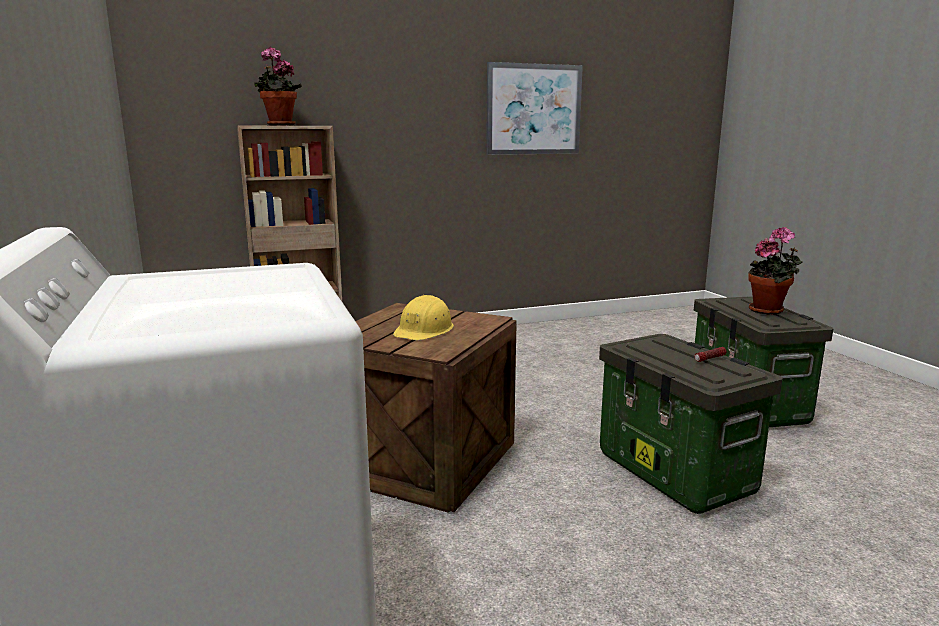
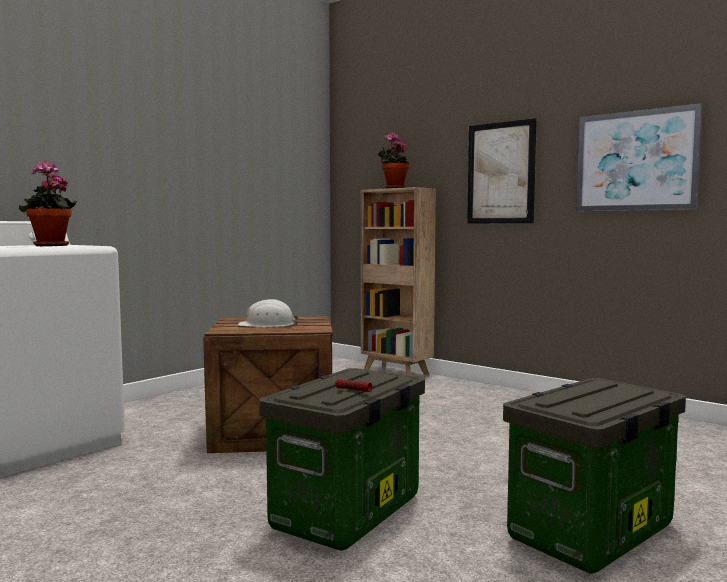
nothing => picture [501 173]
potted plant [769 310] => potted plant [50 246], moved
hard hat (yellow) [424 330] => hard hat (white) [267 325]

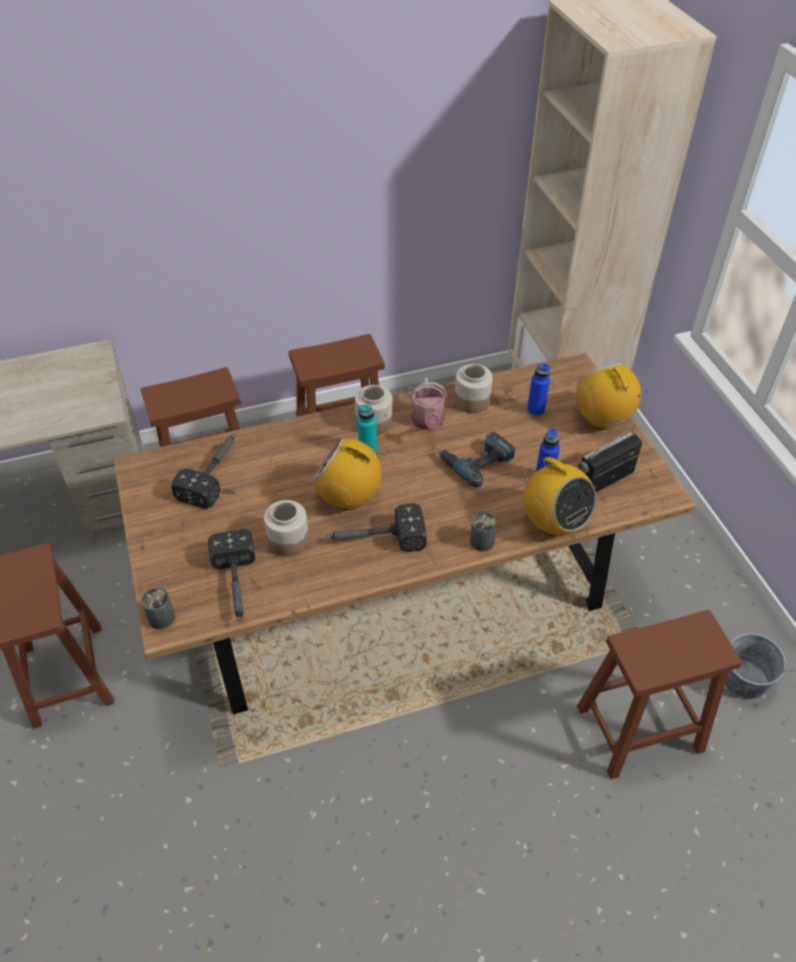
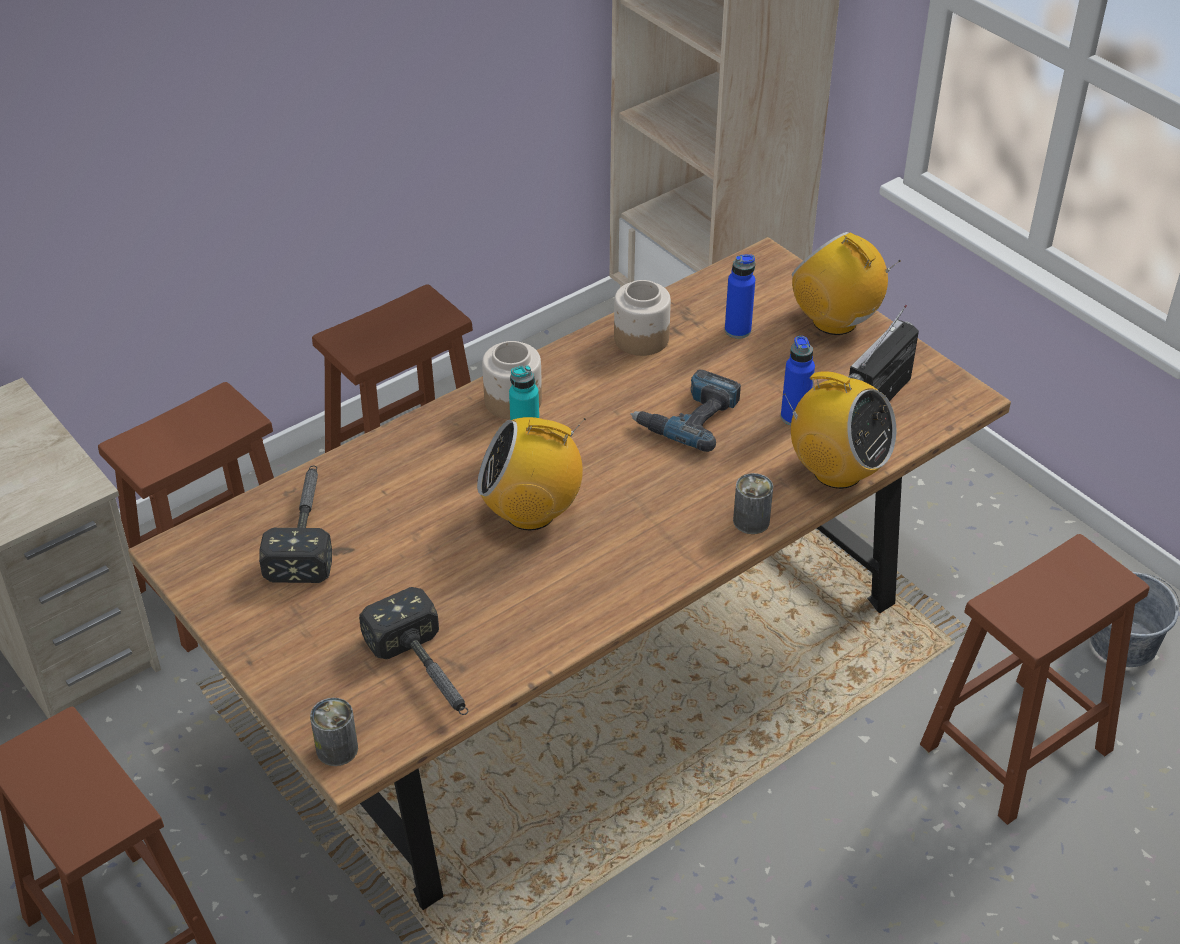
jar [288 540] => nothing
hammer [375 539] => nothing
watering can [428 422] => nothing

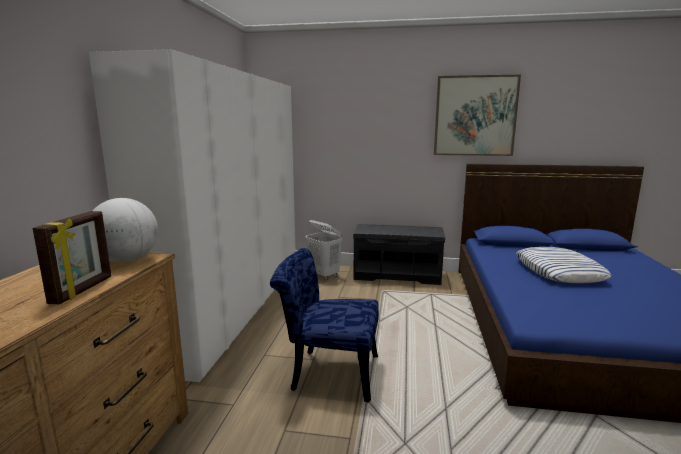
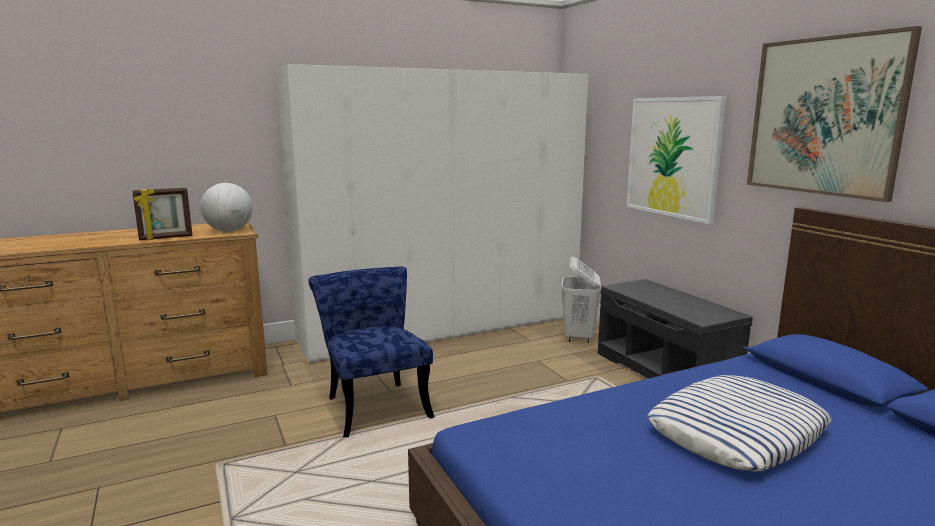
nothing => picture [673 157]

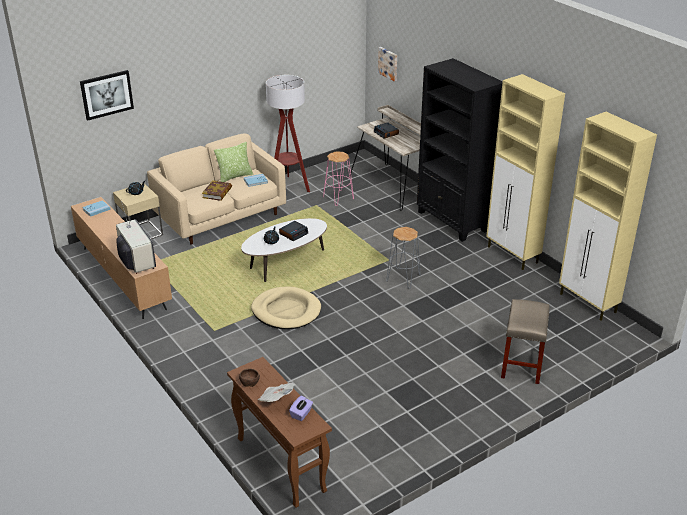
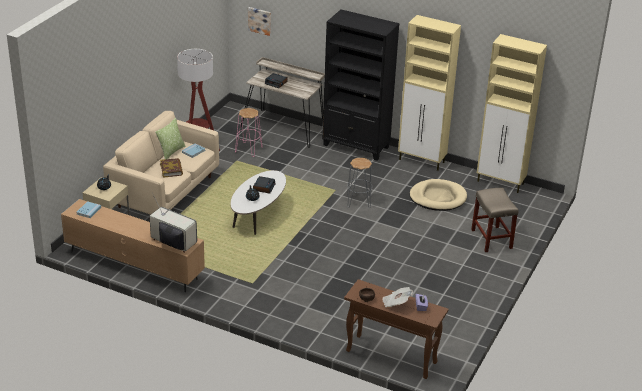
picture [107 94] => nothing
dog bed (beige) [286 311] => dog bed (beige) [438 197], moved

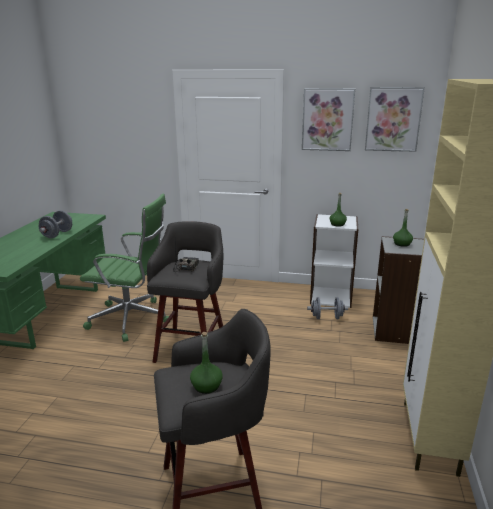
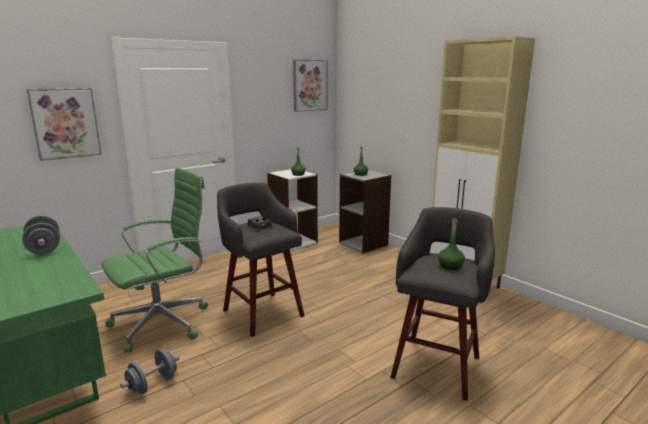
picture [327 119] => picture [65 123], moved
dumbbell (grey) [327 317] => dumbbell (grey) [152 384], moved

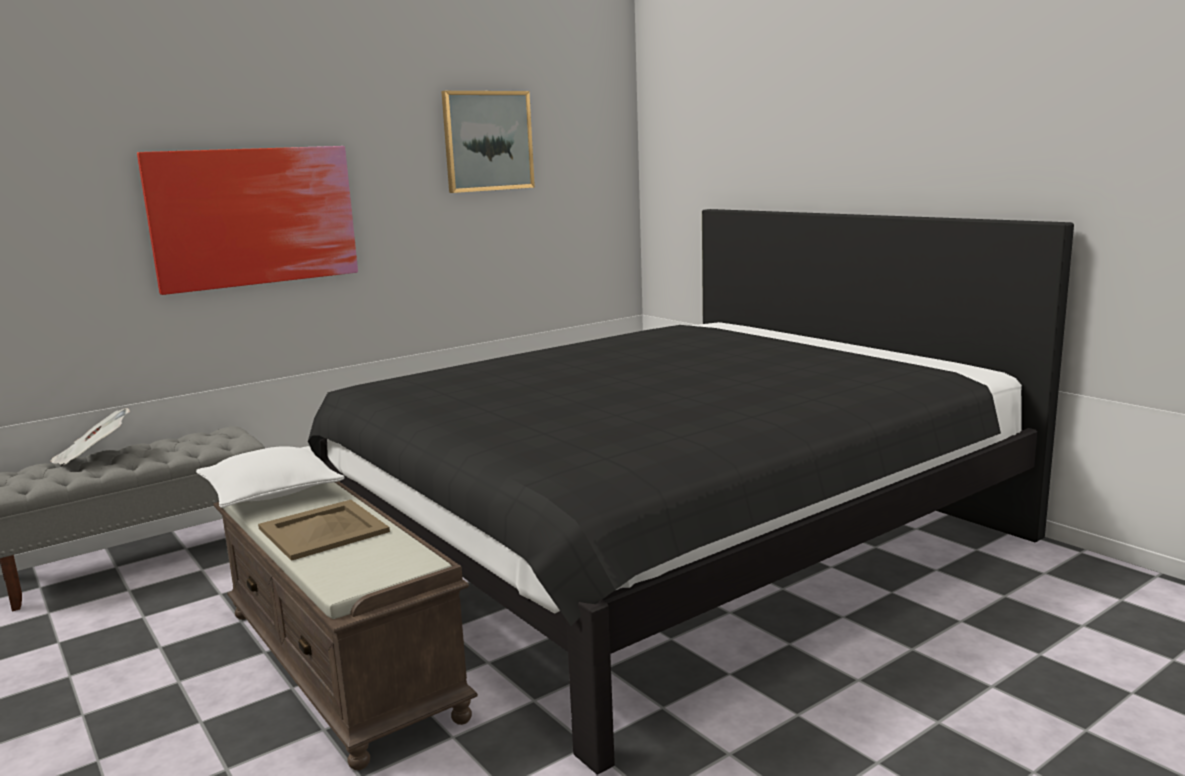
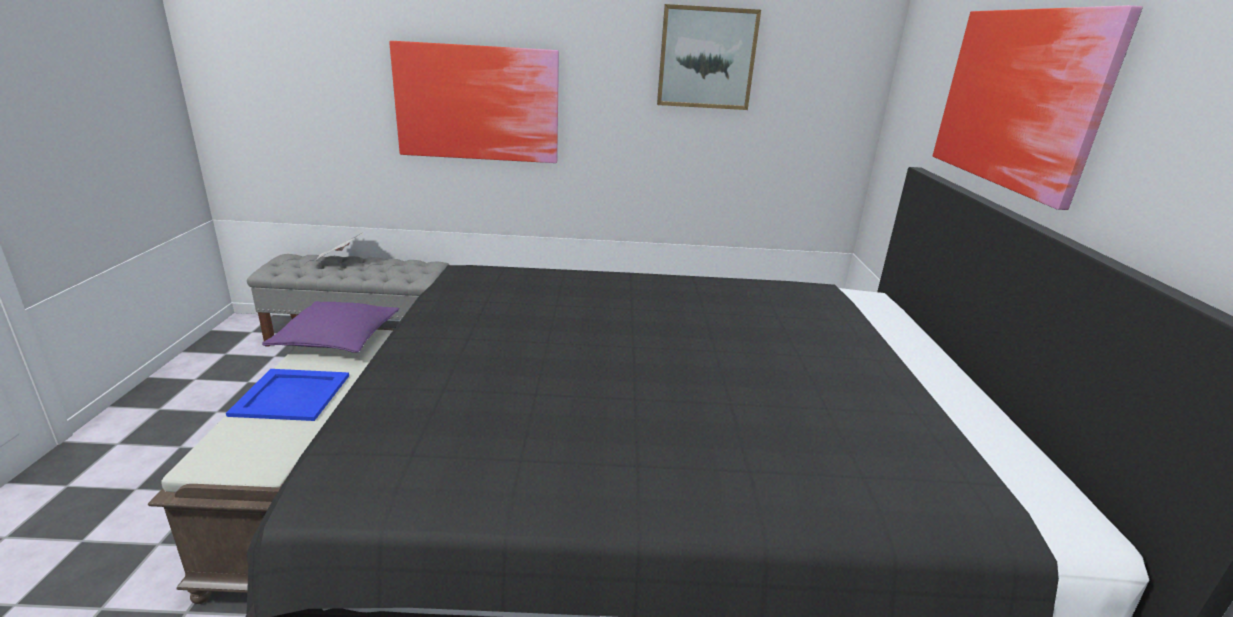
nothing => picture [1019 99]
pillow (white) [271 492] => pillow (purple) [337 338]
tray (beige) [324 529] => tray (blue) [292 394]

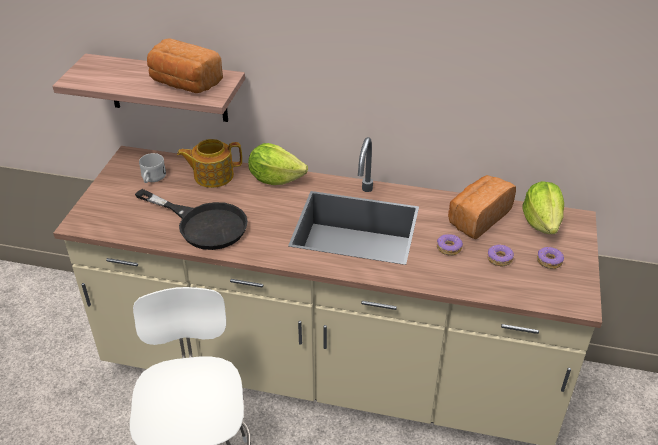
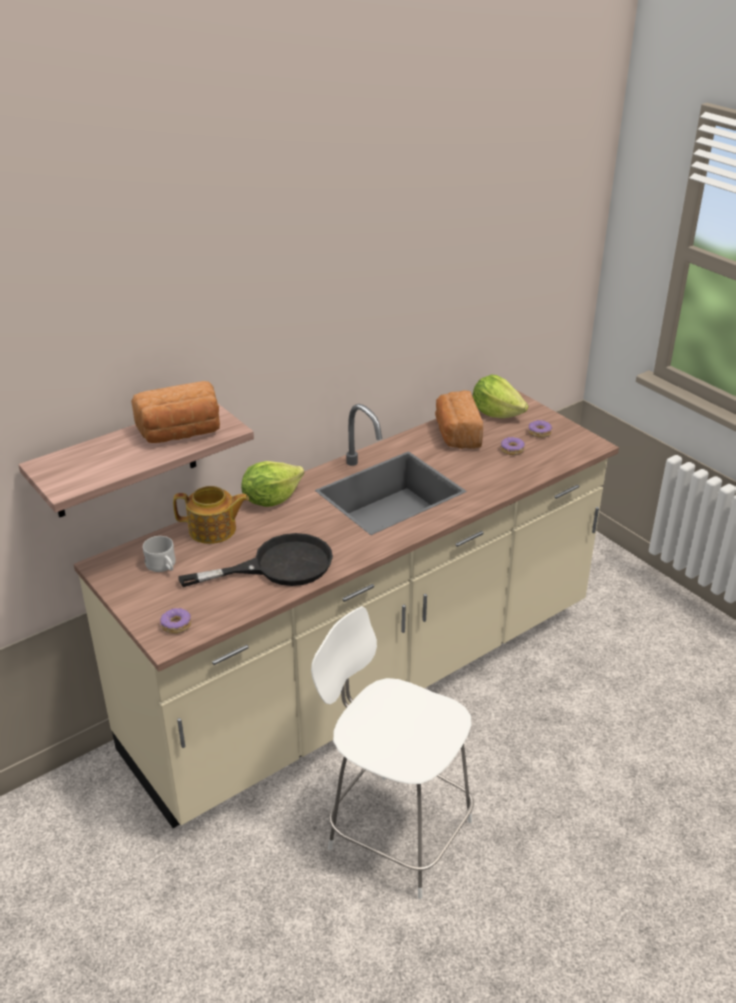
donut [448 248] => donut [176 625], moved
teapot [212 175] => teapot [213 530], 120 degrees counterclockwise

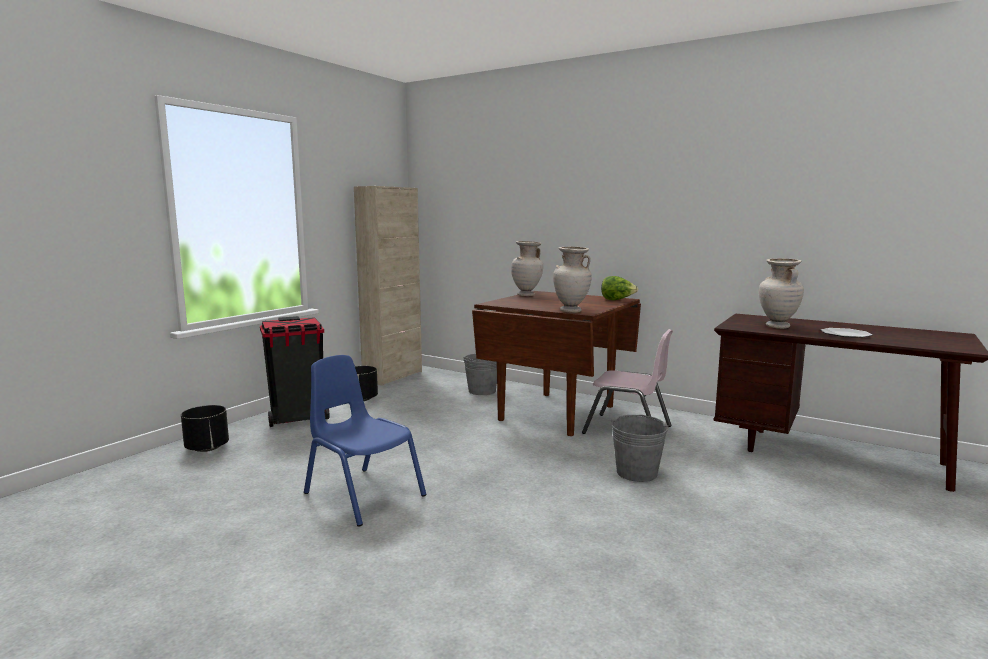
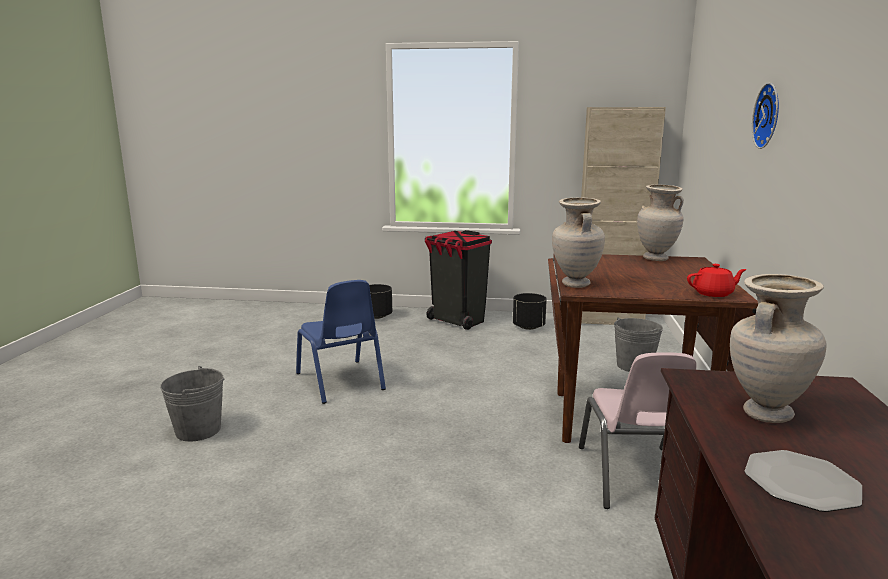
nothing => wall clock [770 116]
bucket (grey) [636 473] => bucket (grey) [198 430], moved
lettuce [617 300] => teapot (red) [713 293]
chair (blue) [363 494] => chair (blue) [340 381], 135 degrees clockwise

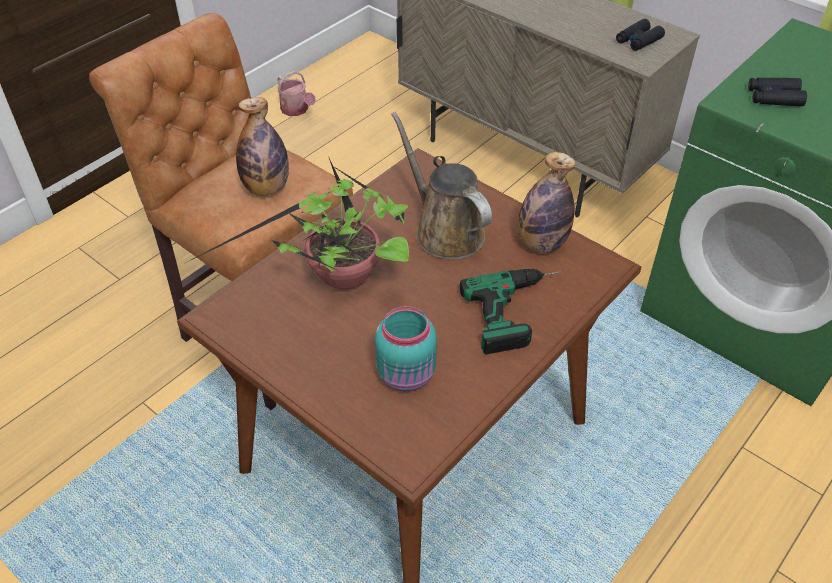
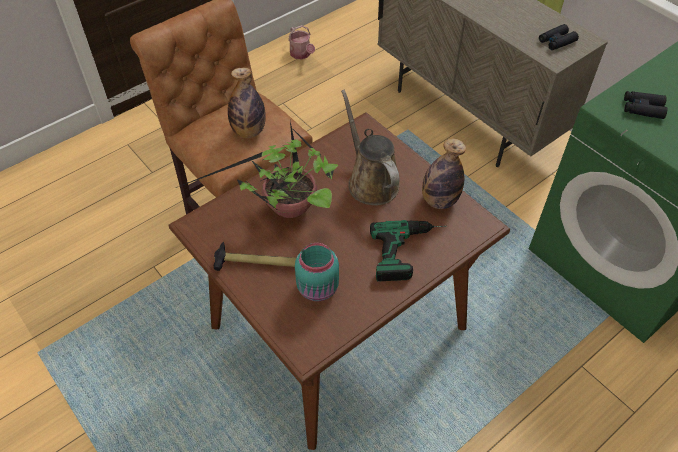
nothing => hammer [256 262]

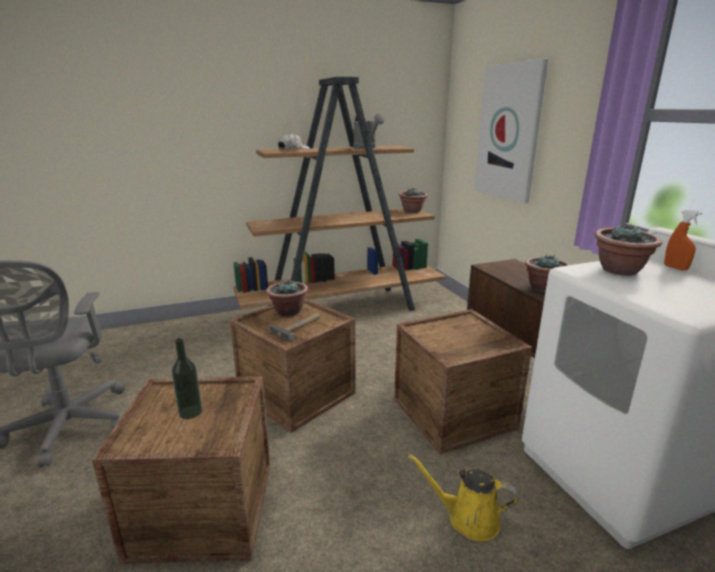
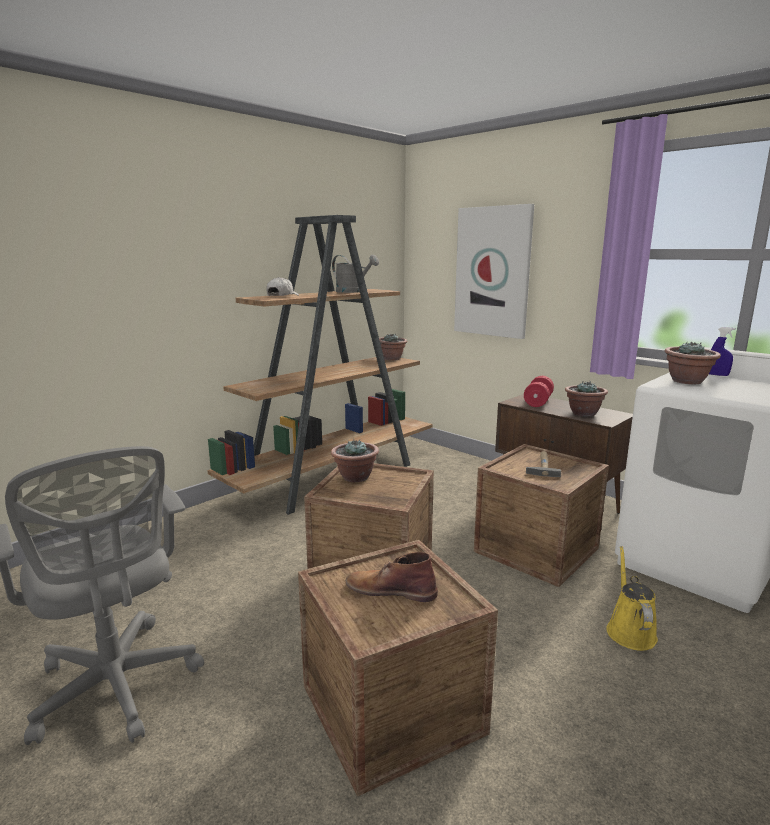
nothing => dumbbell (red) [538 402]
hammer [298 326] => hammer [542 465], moved
bottle [190 412] => boot (brown) [390 589]
spray bottle (orange) [675 268] => spray bottle (blue) [717 375]
watering can (yellow) [468 518] => watering can (yellow) [629 630], 105 degrees clockwise

